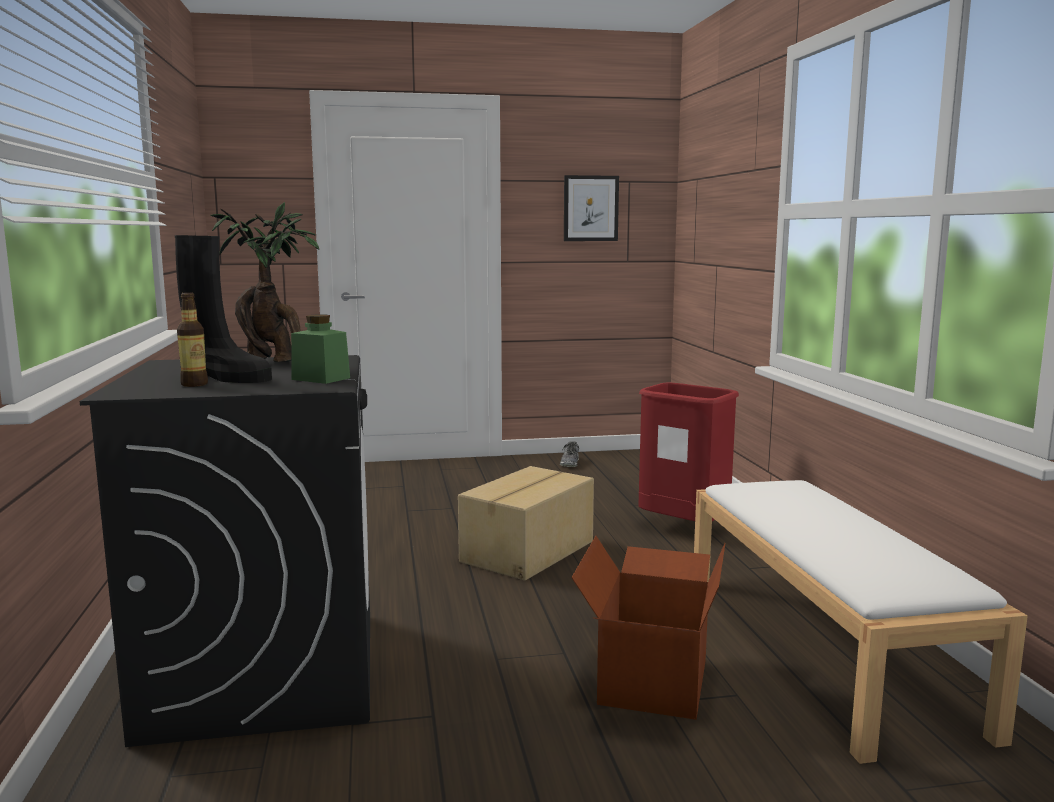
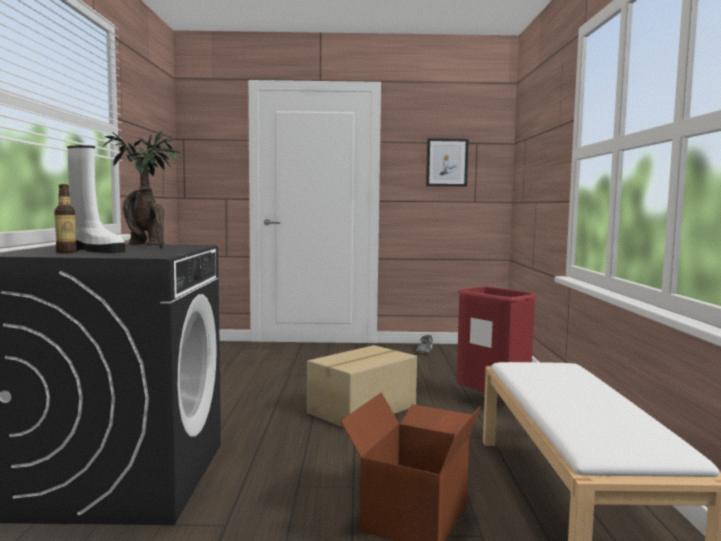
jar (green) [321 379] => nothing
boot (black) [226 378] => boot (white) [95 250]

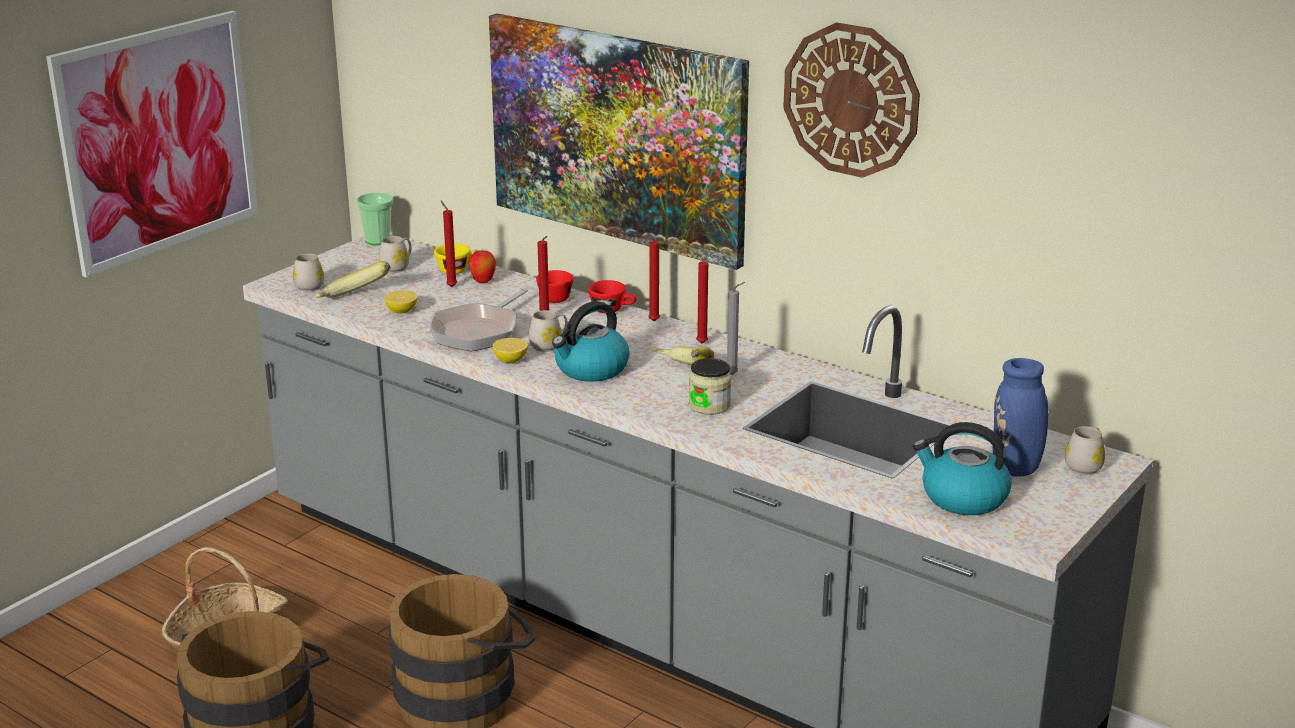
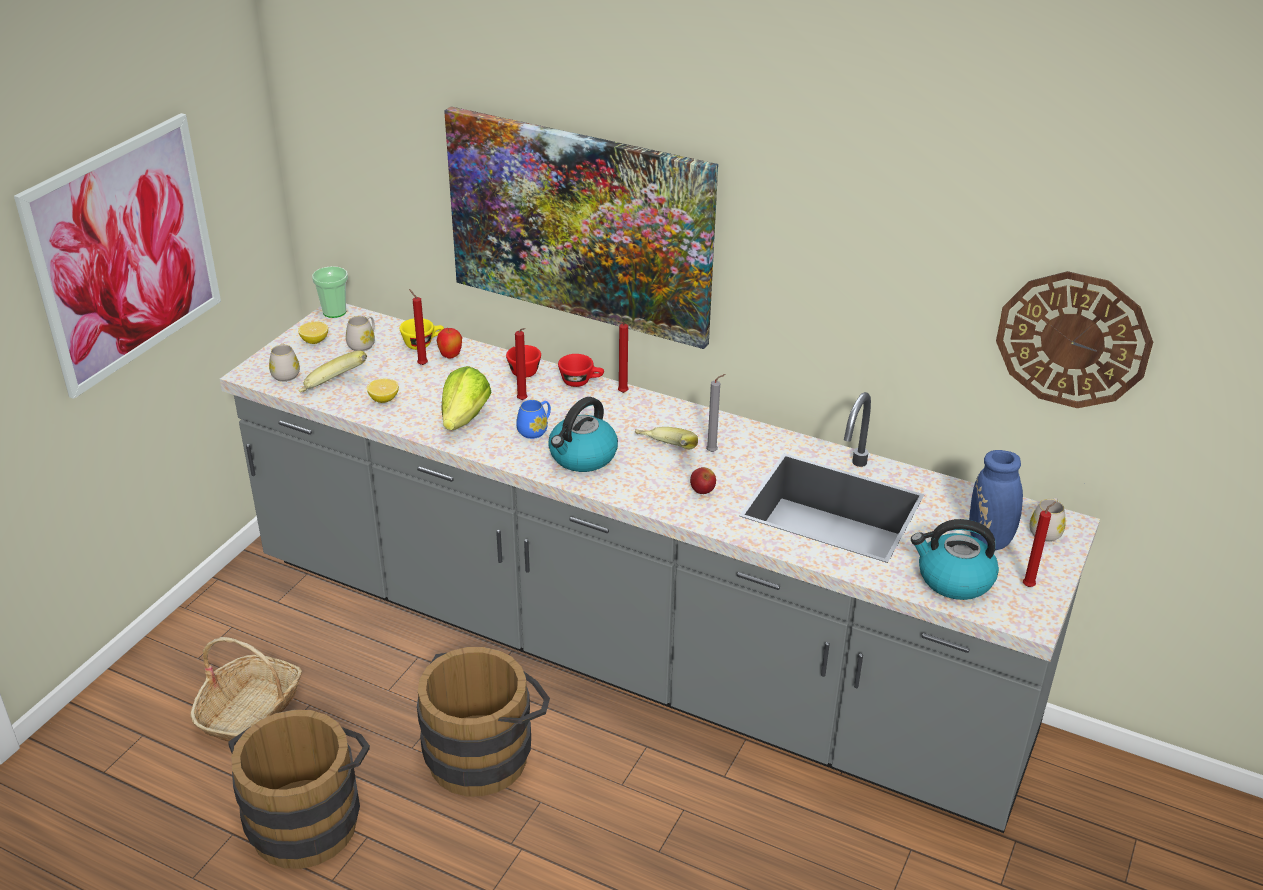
lemon [510 360] => lemon [314 341], moved
candle (red) [704 343] => candle (red) [1030 586], moved
wall clock [851 100] => wall clock [1073 339], moved
frying pan [478 331] => lettuce [464 419]
jar [709 405] => apple [702 491]
mug (white) [549 345] => mug (blue) [535 430]

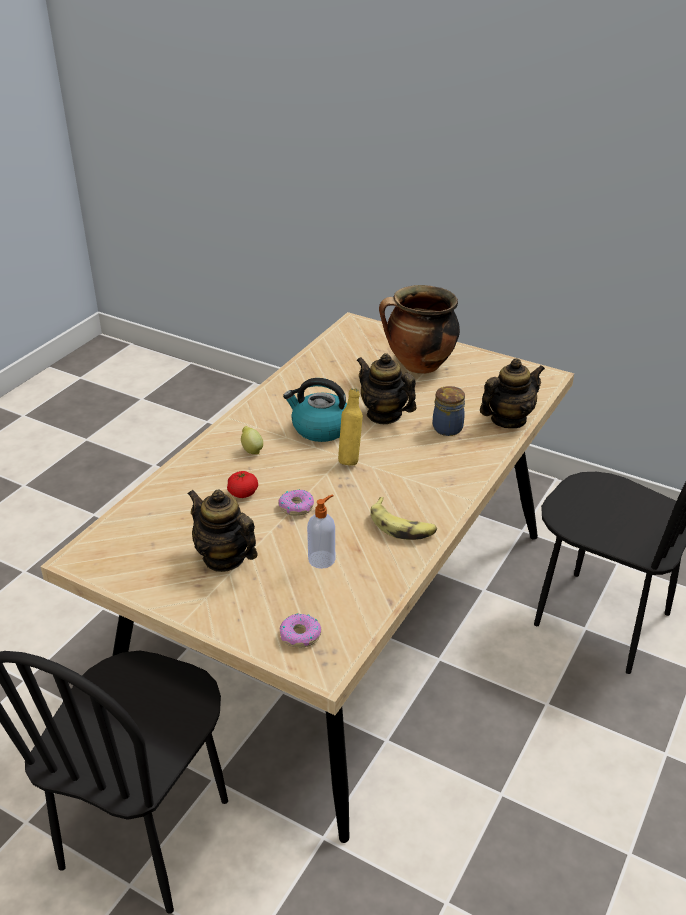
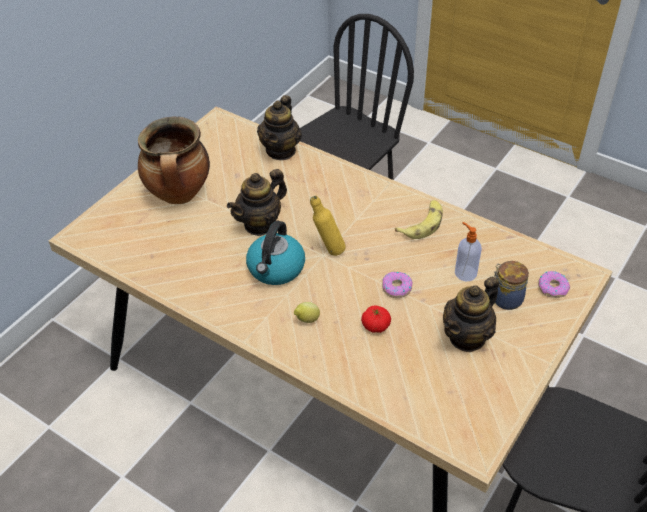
jar [448 427] => jar [505 298], moved
teapot [508 420] => teapot [281 150], 135 degrees counterclockwise

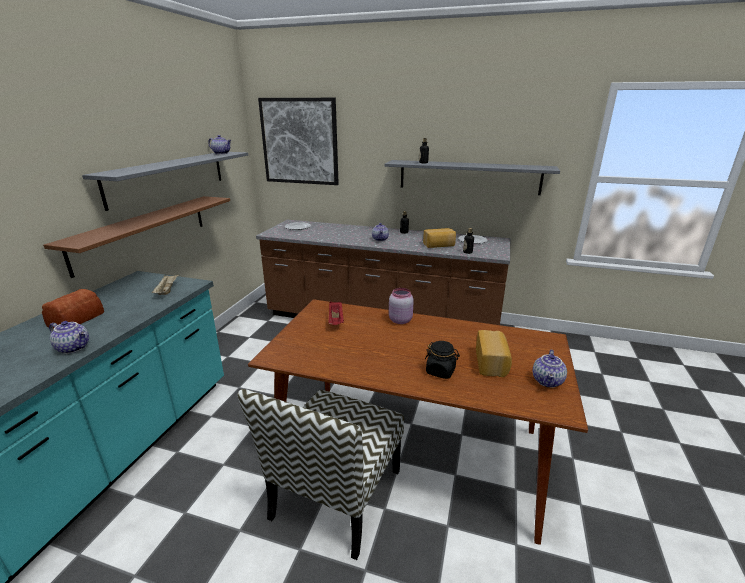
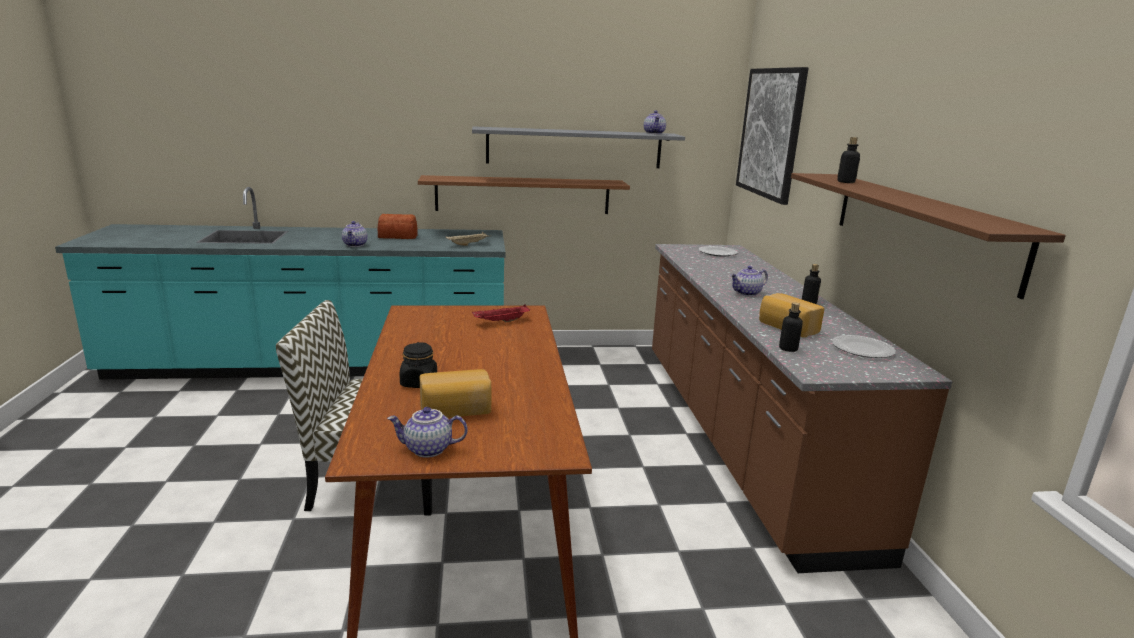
jar (pink) [400 320] => nothing
shelf (grey) [468 177] => shelf (brown) [920 226]

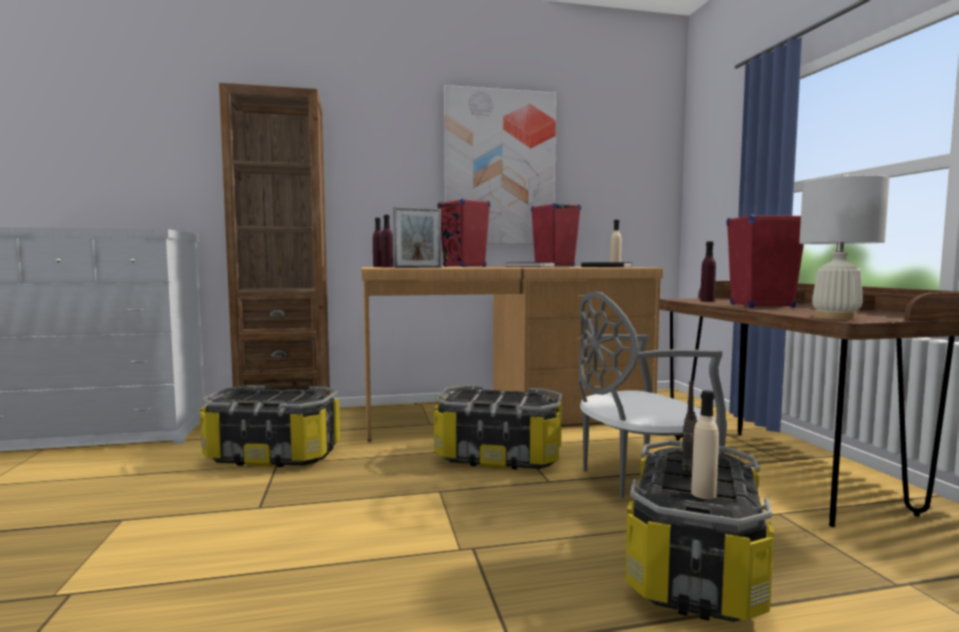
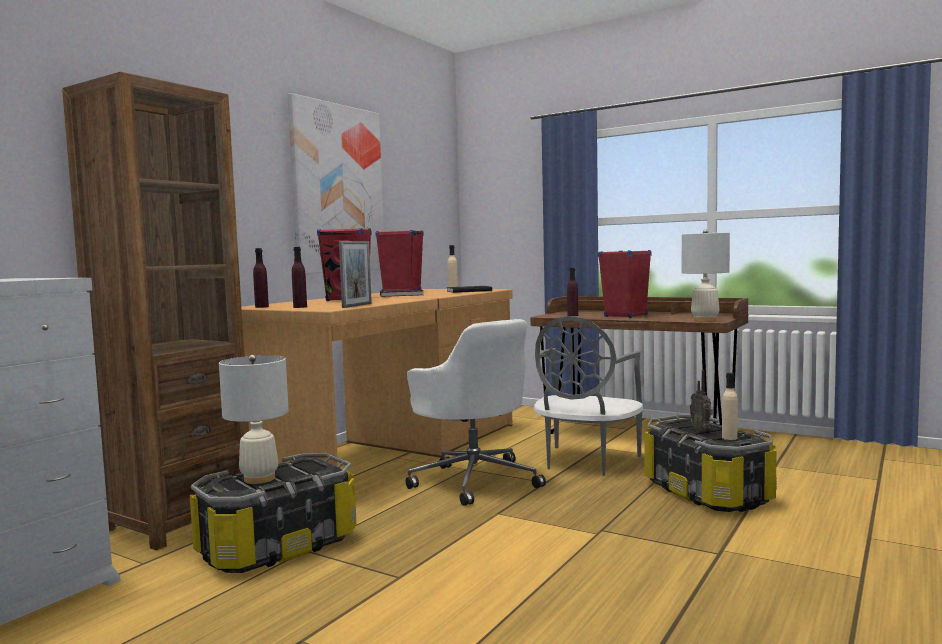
nothing => table lamp (white) [259 479]
storage box [498 457] => office chair (white) [474 480]

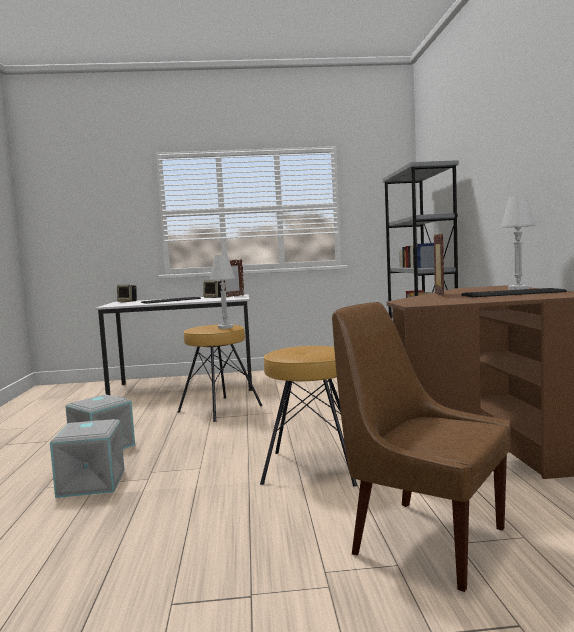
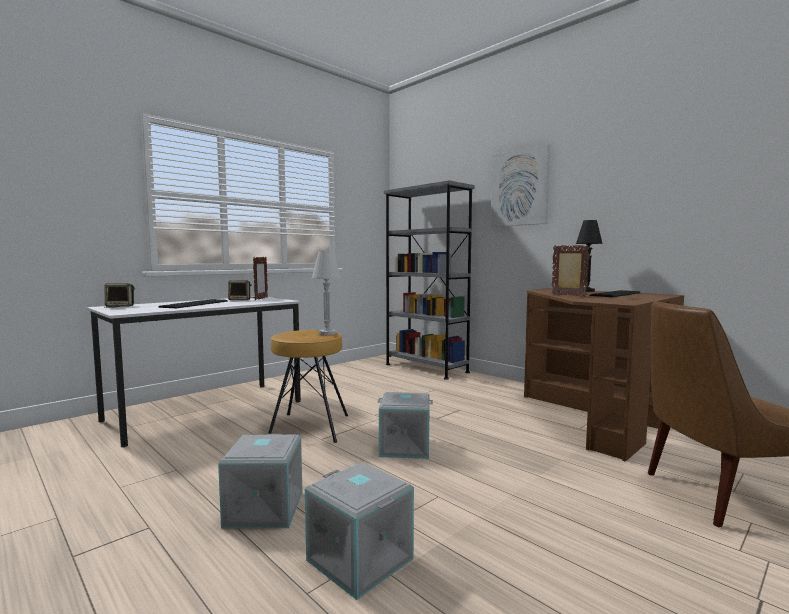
stool (brown) [312 467] => nothing
nothing => storage box (grey) [405 447]
nothing => picture [520 188]
table lamp (white) [518 289] => table lamp (black) [586 291]

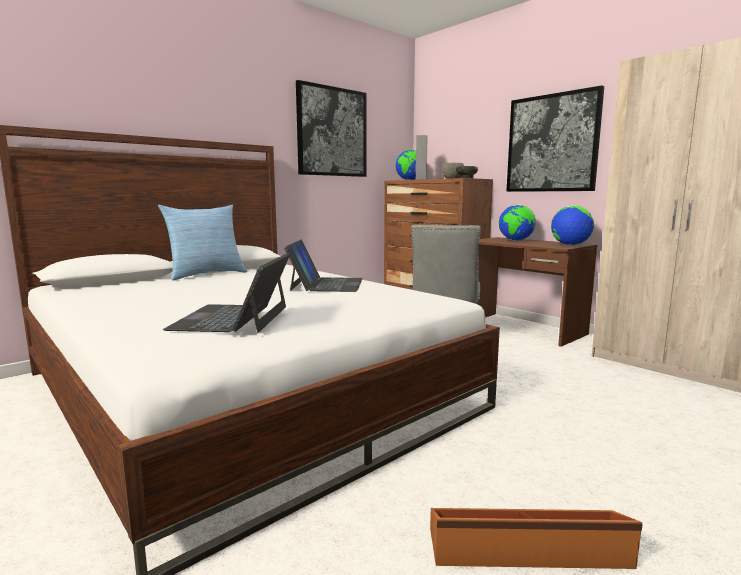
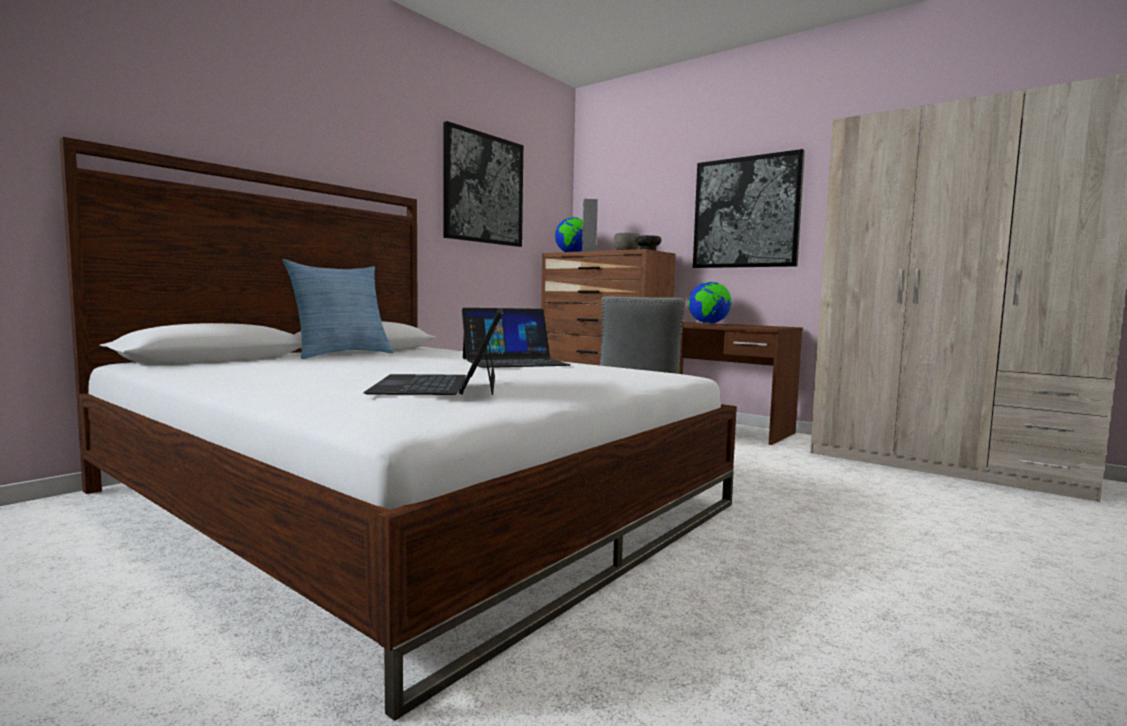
storage box (brown) [528 549] => nothing
globe [570 245] => nothing
laptop [326 284] => laptop [514 362], 75 degrees clockwise

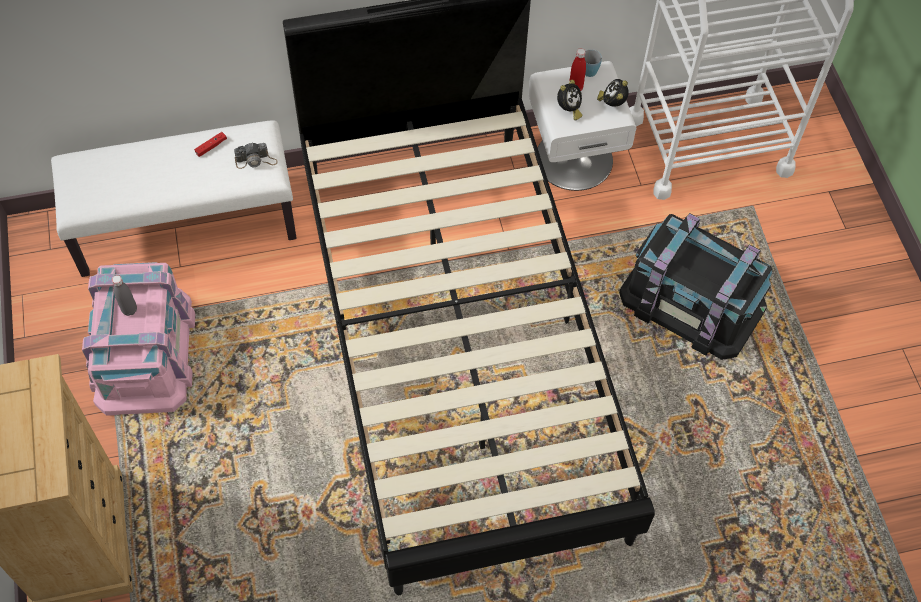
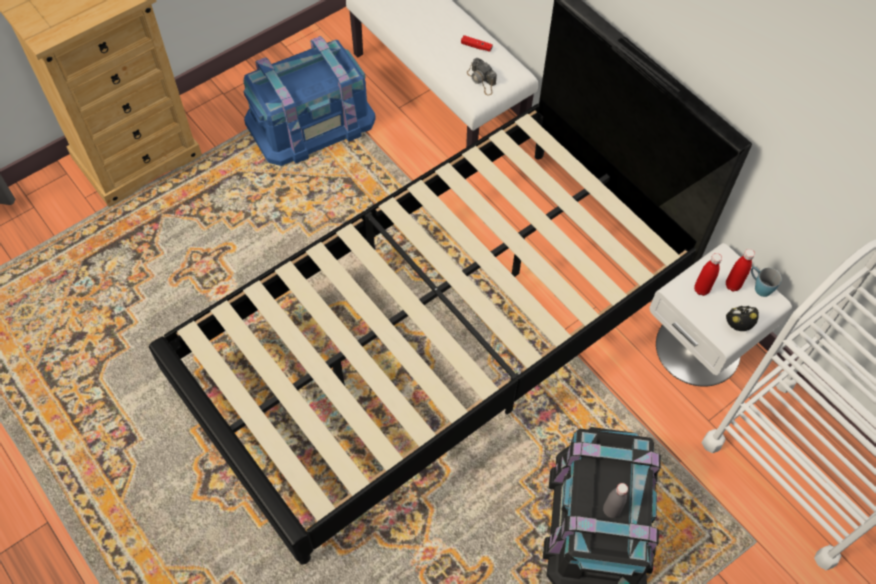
bottle (grey) [129 310] => bottle (grey) [611 510], moved
alarm clock [568 110] => bottle (red) [701 289]
storage box (pink) [143 352] => storage box (blue) [310 121]

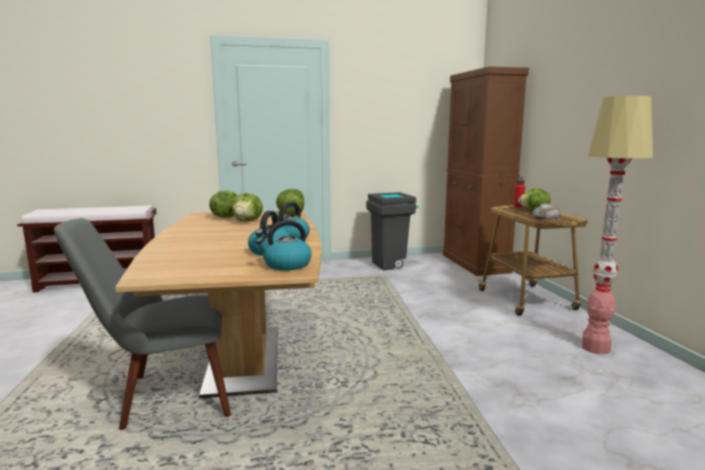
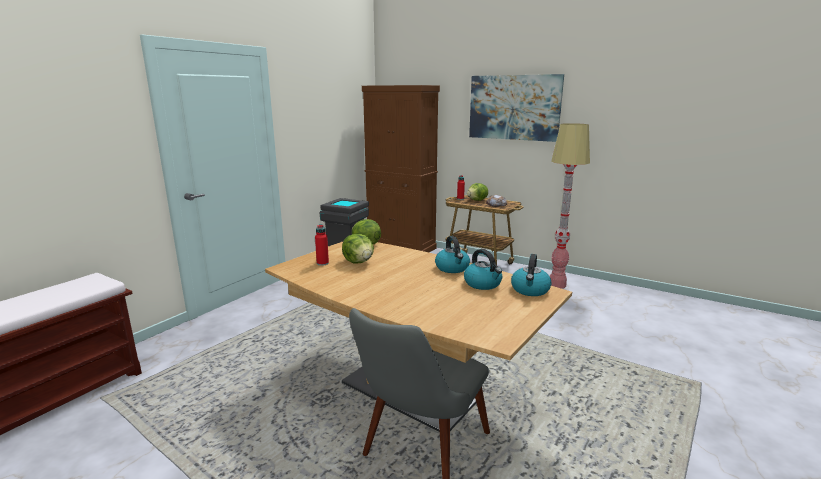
nothing => picture [514 107]
lettuce [226 217] => bottle (red) [322 263]

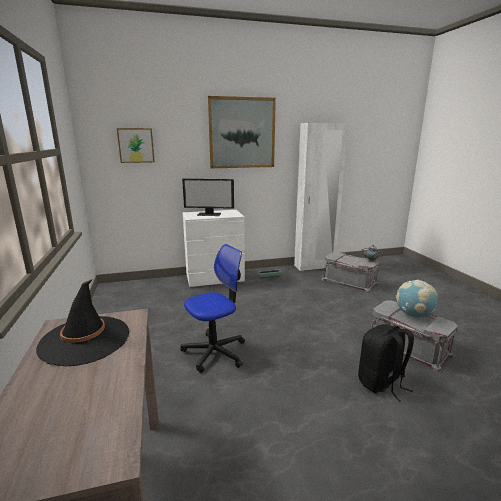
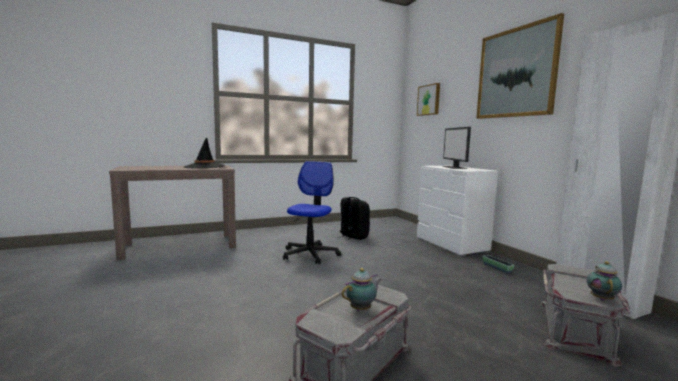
backpack (black) [381 383] => backpack (black) [353 237], moved
globe [413 315] => teapot [362 309]
office chair [215 352] => office chair [310 254], 120 degrees counterclockwise

